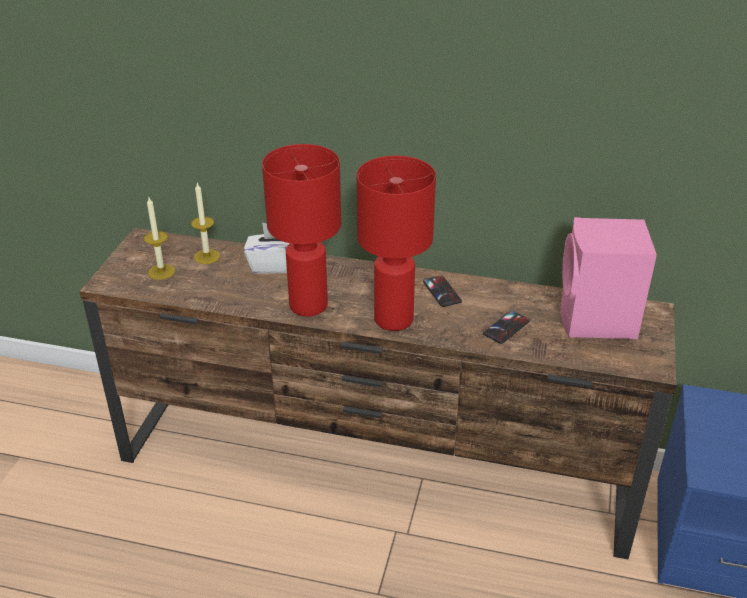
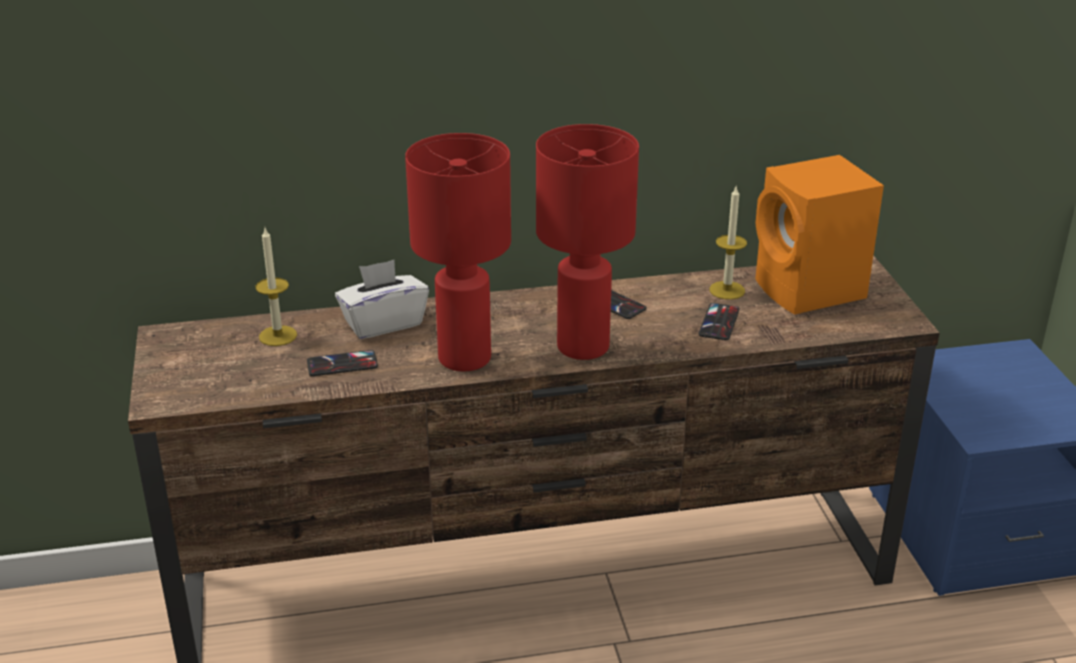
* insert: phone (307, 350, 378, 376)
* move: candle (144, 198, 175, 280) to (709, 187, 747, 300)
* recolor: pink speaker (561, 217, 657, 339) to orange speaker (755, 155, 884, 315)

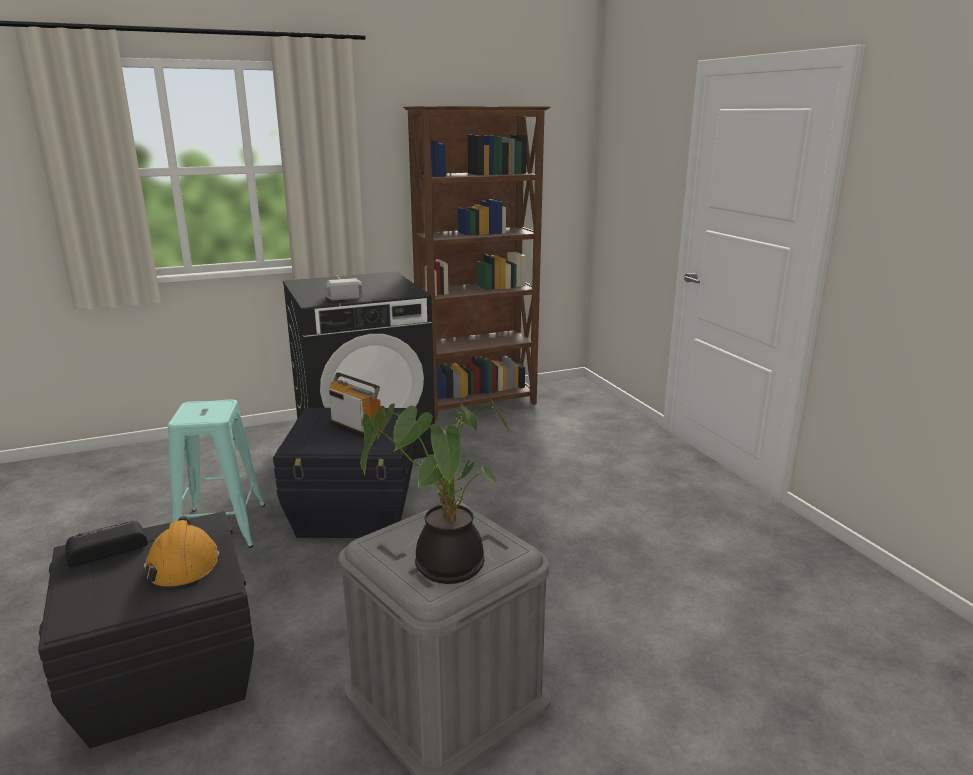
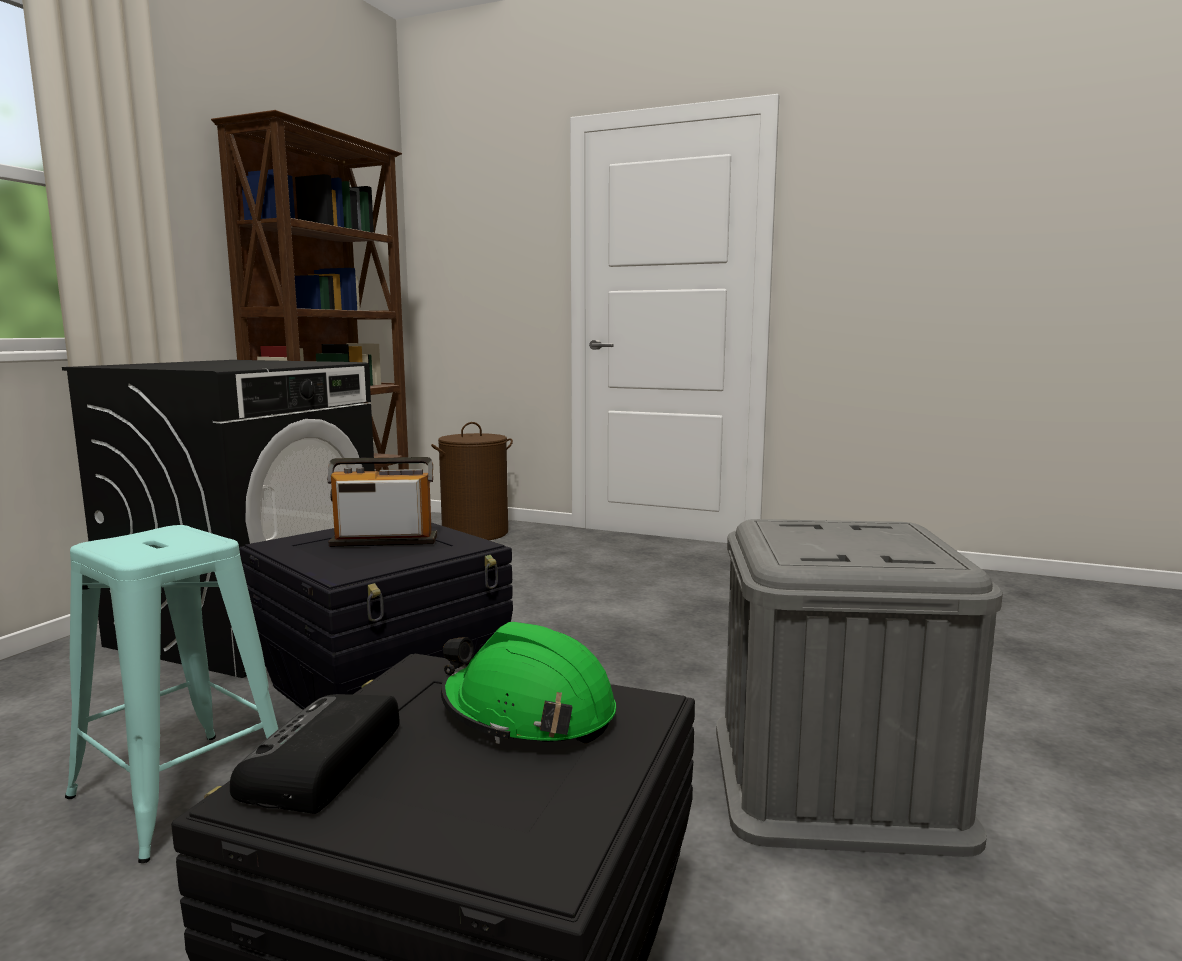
* insert: brown laundry basket (431, 422, 513, 540)
* recolor: orange hard hat (143, 516, 221, 590) to green hard hat (441, 622, 616, 744)
* delete: hammer (325, 276, 363, 301)
* delete: potted plant (360, 395, 511, 584)

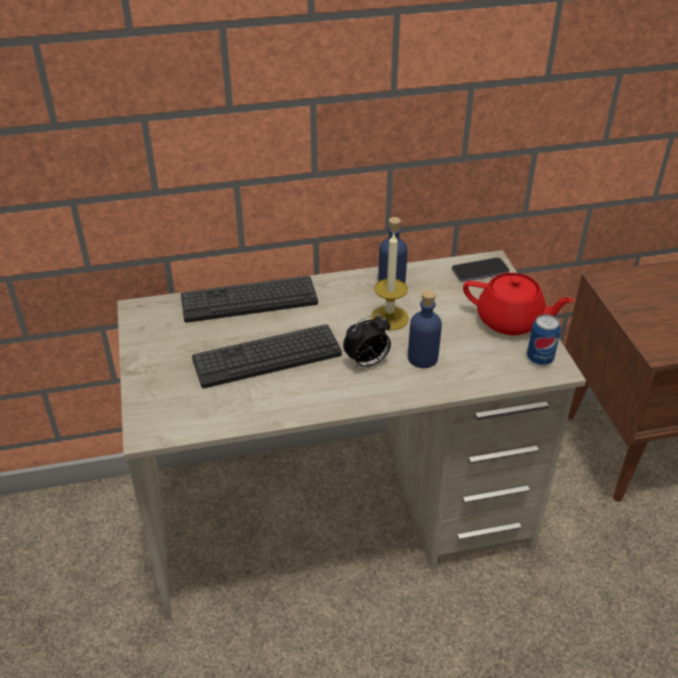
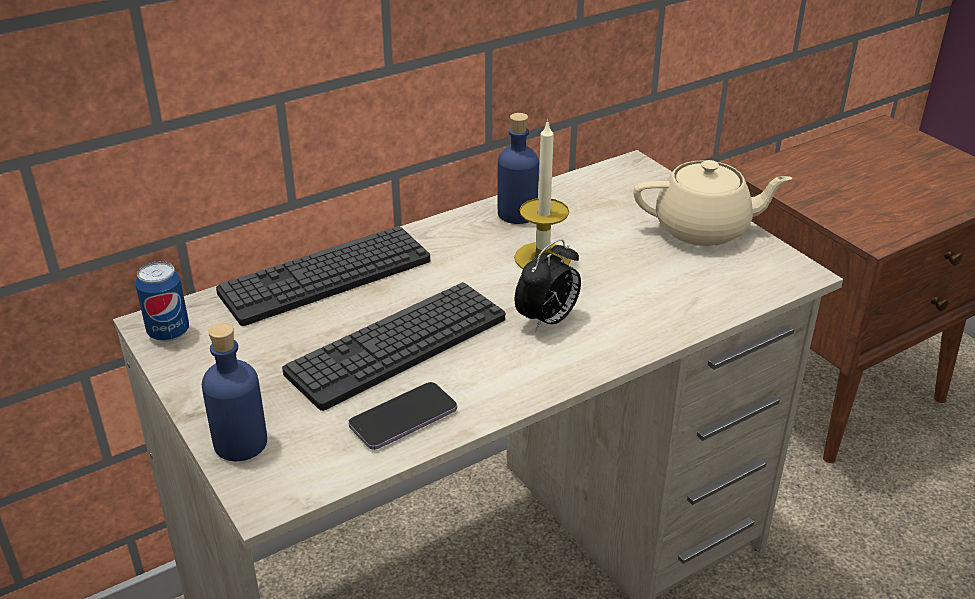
* move: can (527, 314, 561, 365) to (136, 261, 189, 342)
* move: blue bottle (408, 290, 442, 368) to (202, 323, 267, 461)
* move: phone (452, 257, 509, 282) to (348, 382, 457, 450)
* recolor: red teapot (463, 273, 575, 335) to beige teapot (633, 160, 792, 246)

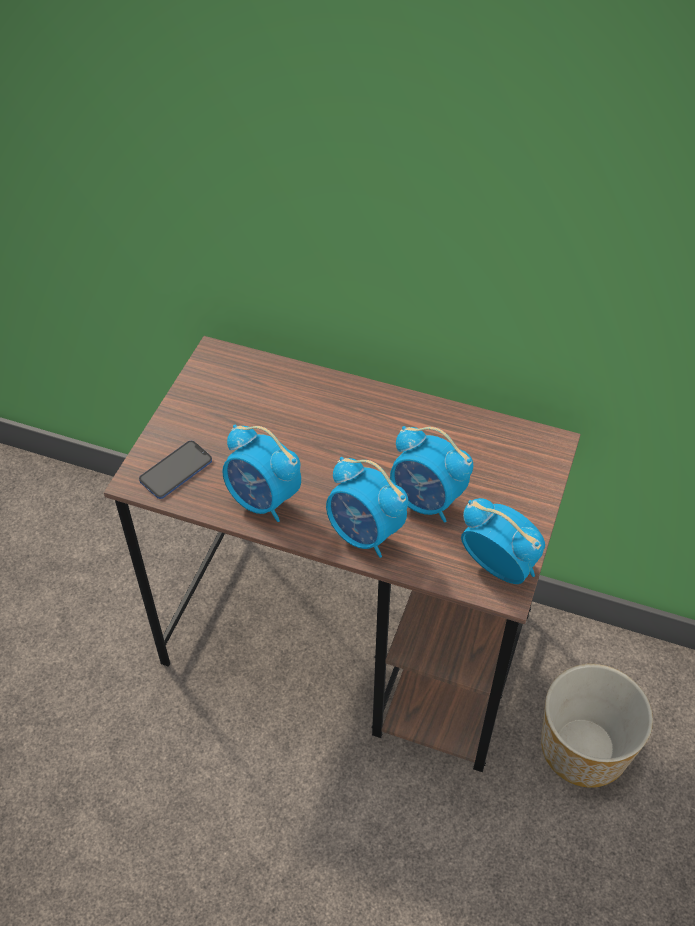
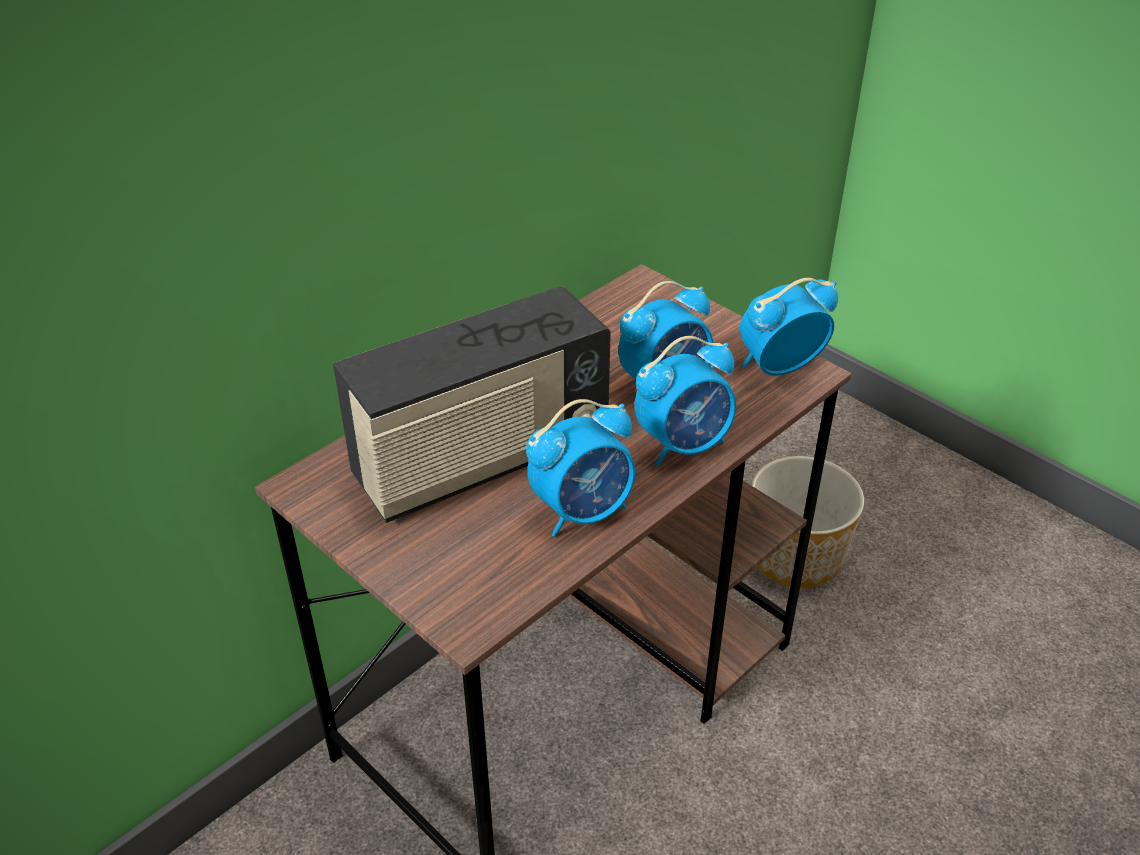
* insert: radio (333, 286, 611, 523)
* delete: phone (139, 441, 212, 499)

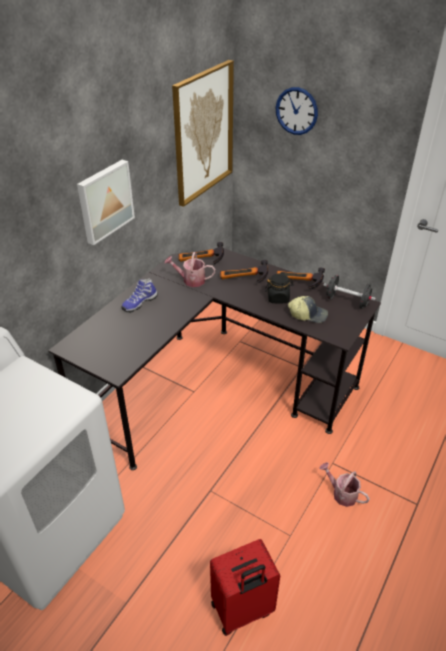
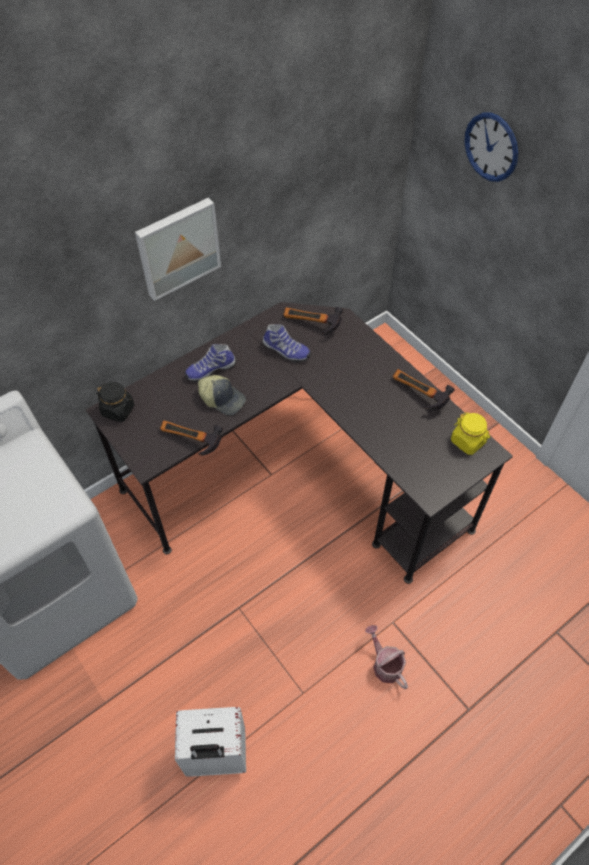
* move: black jar (265, 273, 294, 304) to (97, 382, 134, 422)
* move: hammer (220, 260, 268, 283) to (160, 420, 223, 456)
* recolor: red suitcase (210, 539, 280, 636) to white suitcase (175, 707, 246, 777)
* move: cap (288, 296, 328, 323) to (198, 375, 246, 415)
* replace: watering can (164, 252, 215, 287) to shoe (263, 324, 311, 363)
* replace: black dumbbell (323, 275, 376, 309) to yellow jar (451, 412, 490, 455)
* delete: picture (172, 60, 234, 207)

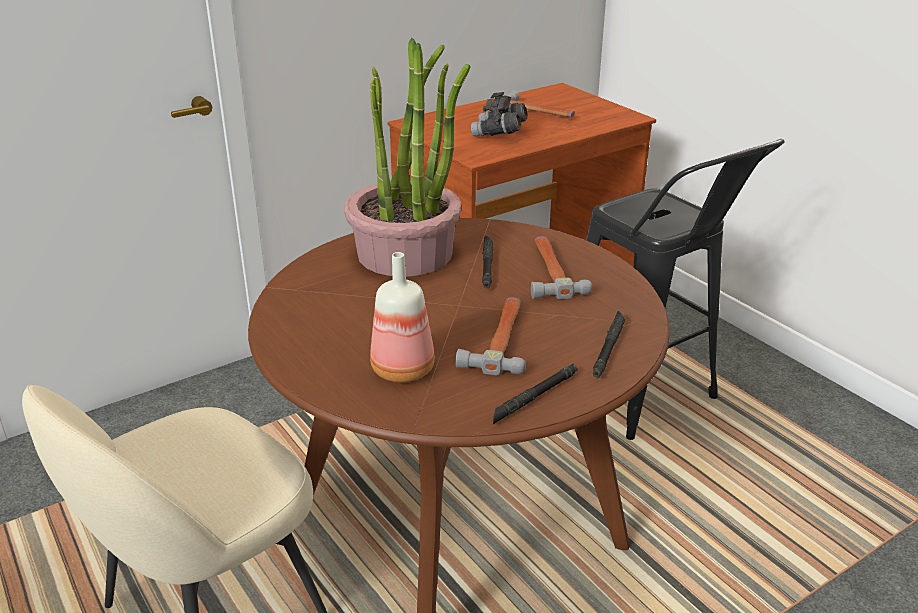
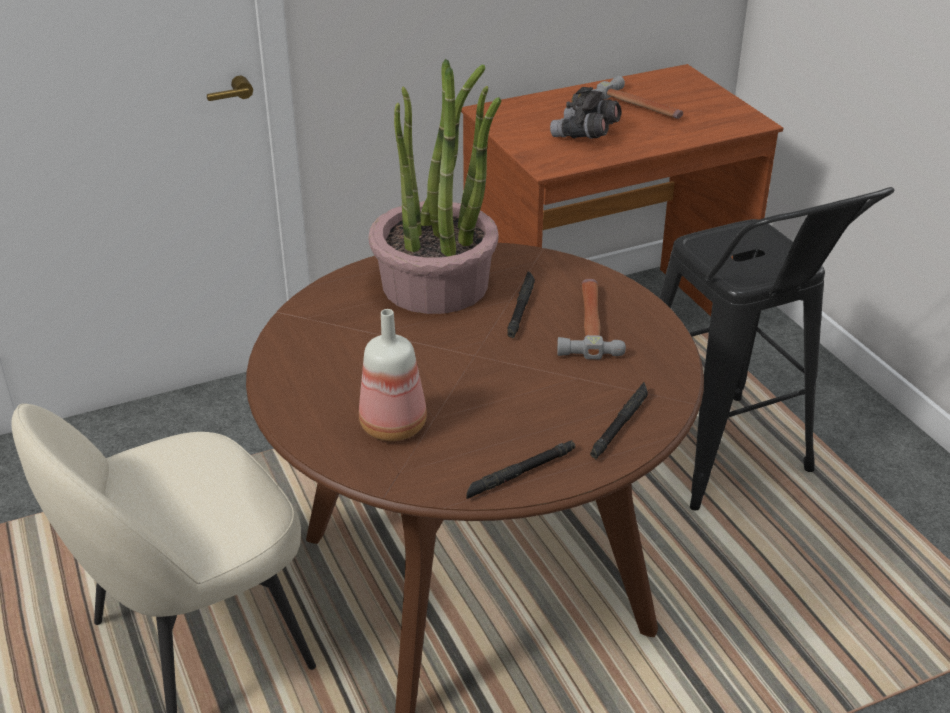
* delete: hammer (455, 297, 526, 375)

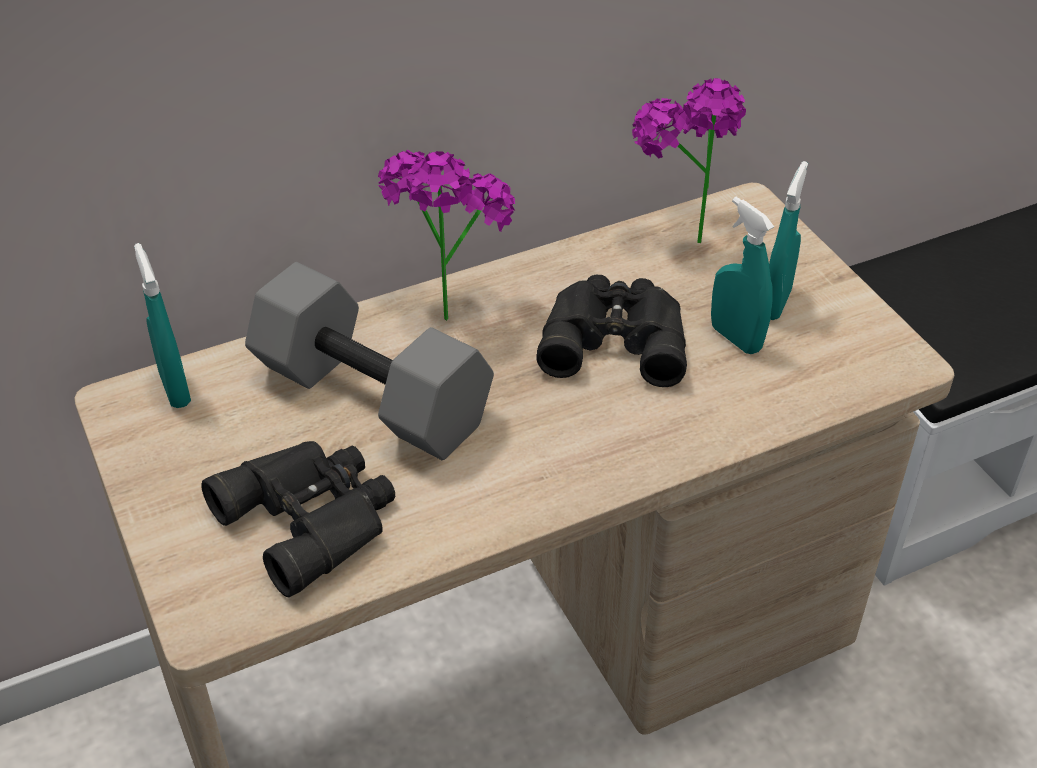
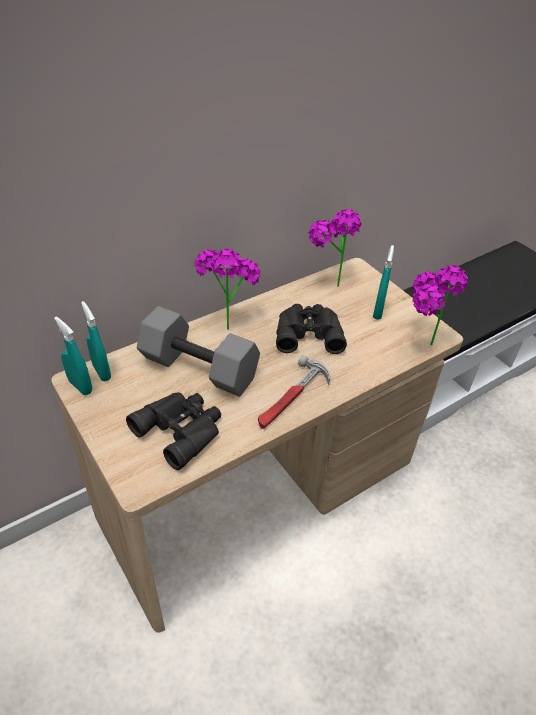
* move: turquoise spray bottle (711, 197, 774, 354) to (54, 316, 92, 395)
* insert: hammer (258, 355, 330, 429)
* insert: potted plant (412, 265, 468, 345)

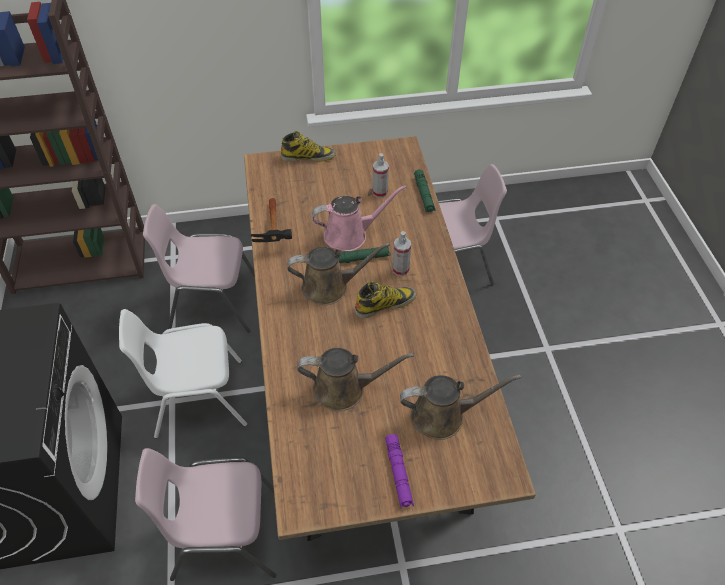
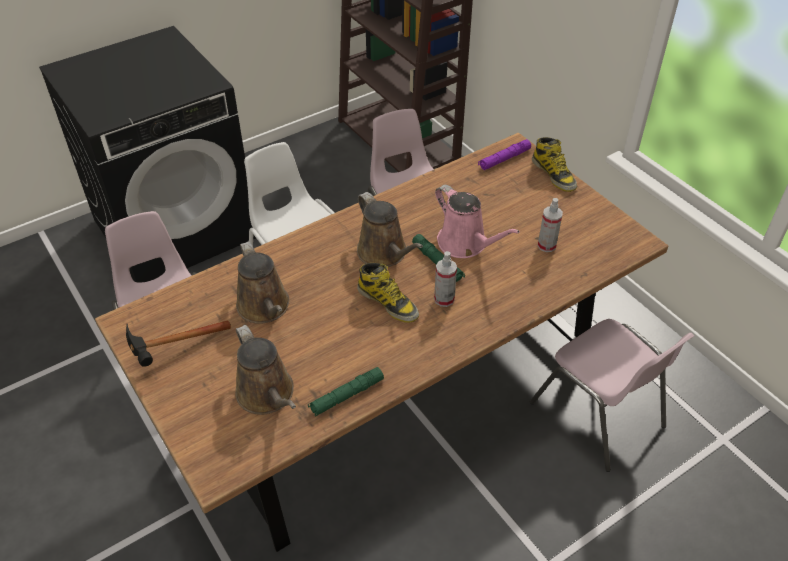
* move: hammer (251, 198, 292, 242) to (126, 321, 231, 367)
* move: green flashlight (414, 169, 435, 212) to (308, 367, 384, 416)
* move: purple flashlight (385, 434, 414, 508) to (478, 139, 531, 170)

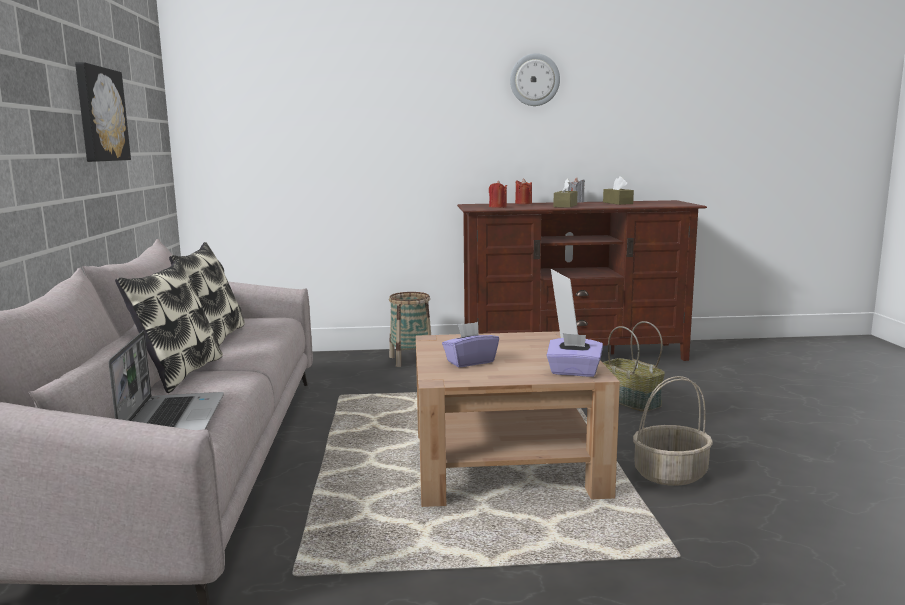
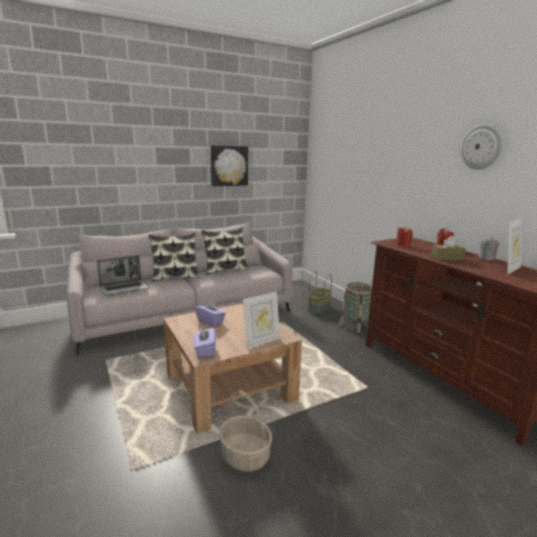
* move: basket (602, 321, 665, 412) to (308, 271, 332, 314)
* replace: brown tissue box (603, 176, 634, 205) to picture frame (507, 219, 522, 275)

